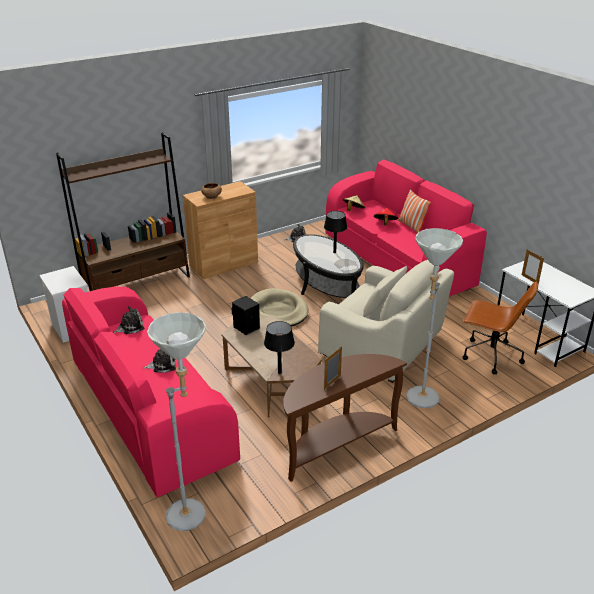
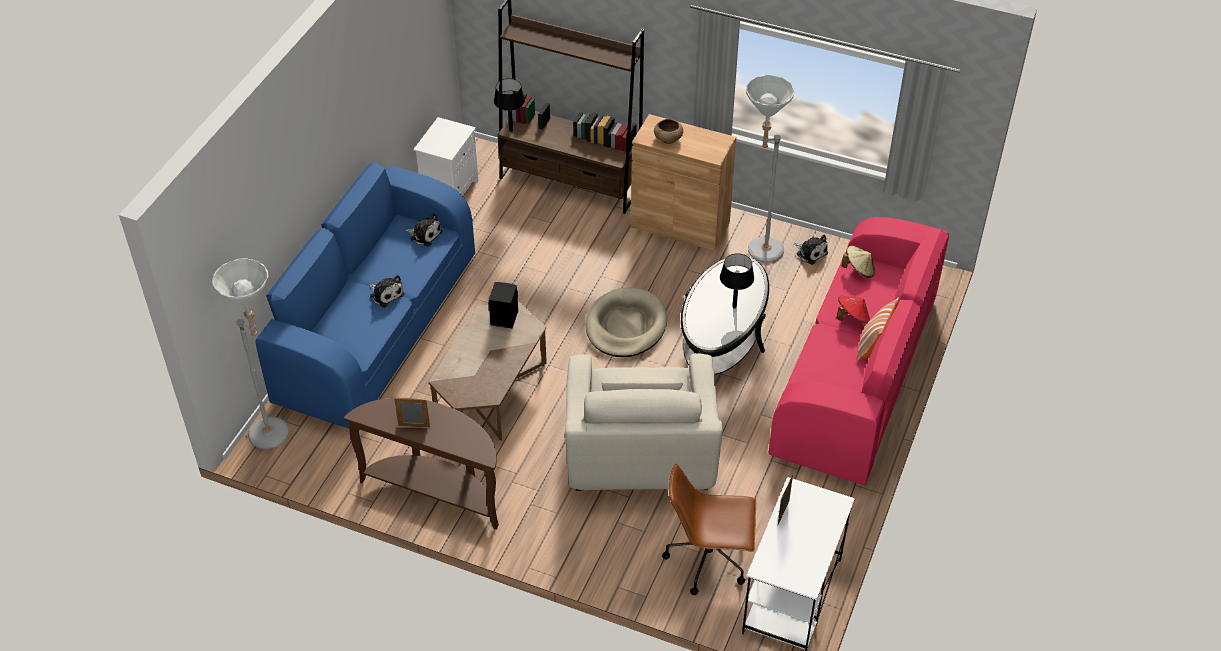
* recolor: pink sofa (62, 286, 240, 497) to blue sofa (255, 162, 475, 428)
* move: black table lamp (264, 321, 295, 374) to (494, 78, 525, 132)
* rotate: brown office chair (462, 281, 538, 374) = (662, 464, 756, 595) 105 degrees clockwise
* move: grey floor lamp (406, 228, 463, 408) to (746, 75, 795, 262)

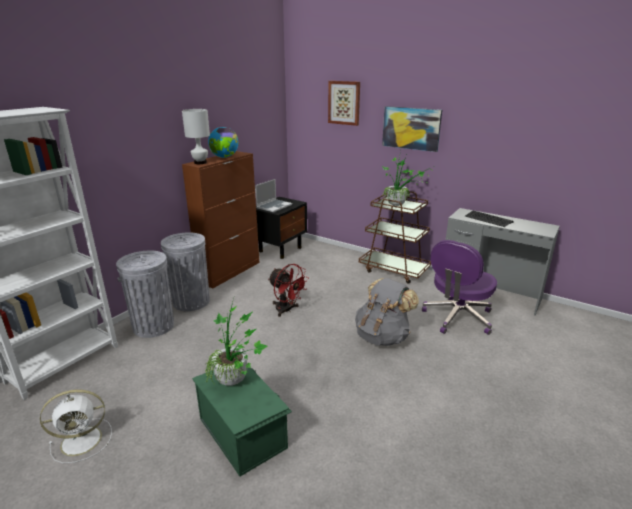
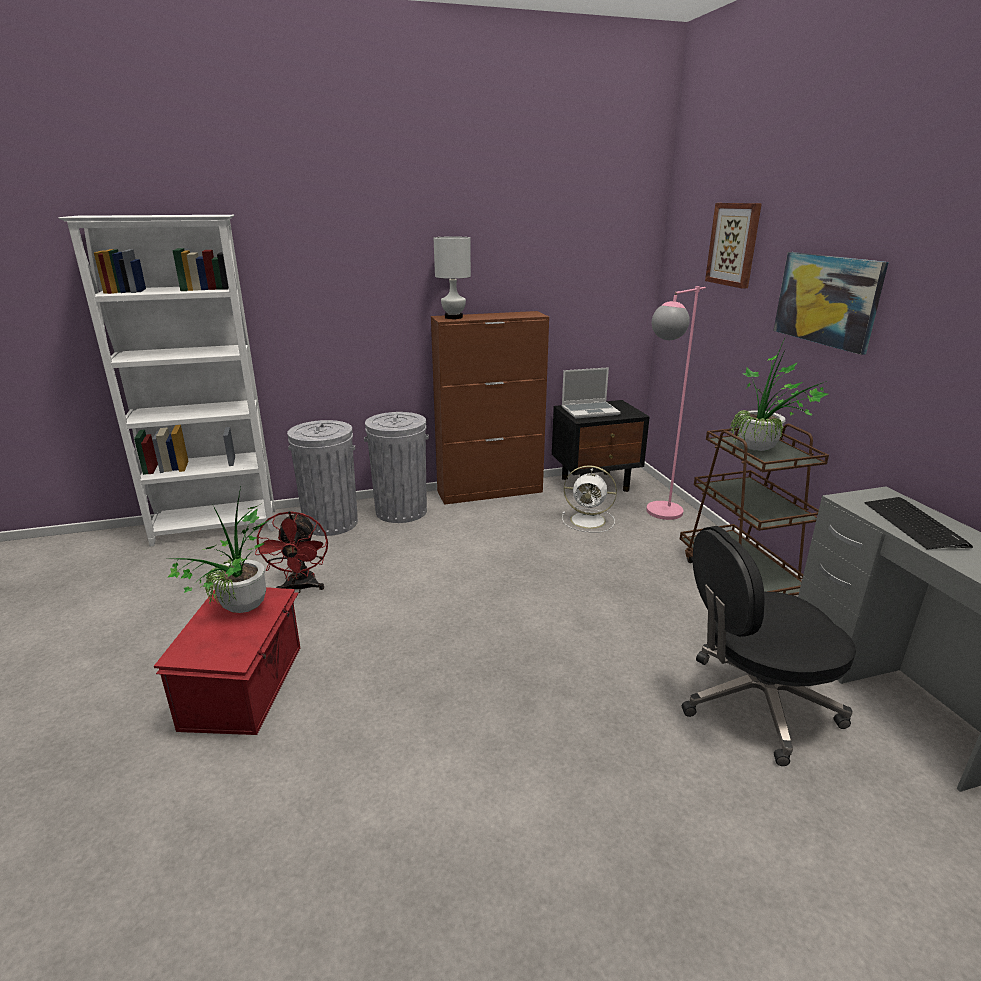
* recolor: green storage box (192, 368, 292, 476) to red storage box (154, 587, 300, 735)
* move: red fan (268, 264, 309, 317) to (255, 511, 328, 593)
* move: white fan (40, 390, 112, 463) to (562, 465, 617, 533)
* insert: pink floor lamp (646, 286, 706, 520)
* recolor: purple office chair (422, 240, 497, 335) to black office chair (682, 526, 856, 766)
* delete: globe (208, 127, 239, 158)
* delete: grey backpack (355, 278, 419, 346)

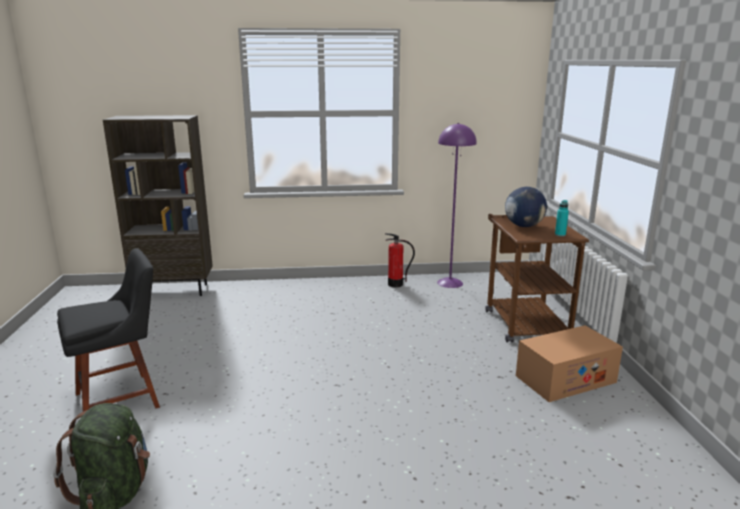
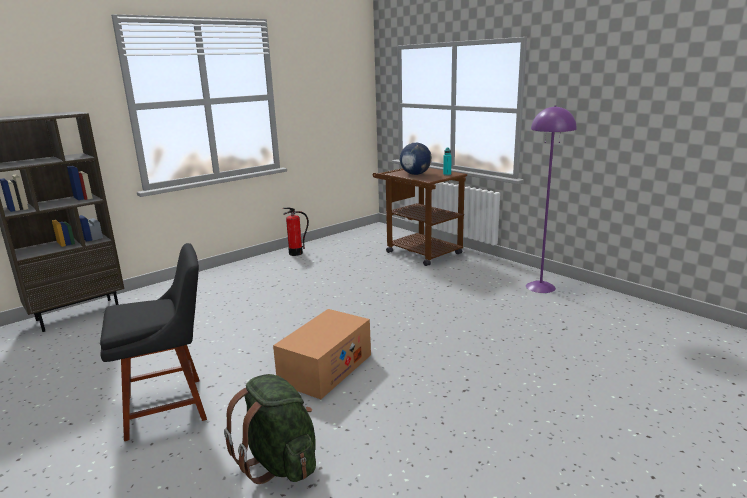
* rotate: black chair (57, 248, 160, 412) = (100, 243, 207, 441) 45 degrees clockwise
* move: cardboard box (516, 325, 623, 402) to (273, 309, 371, 399)
* move: purple floor lamp (437, 123, 477, 288) to (526, 105, 576, 293)

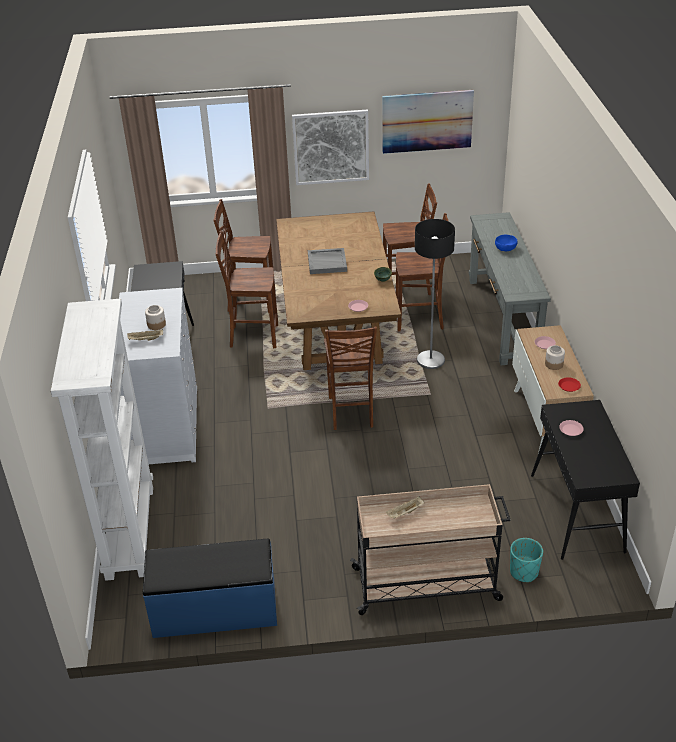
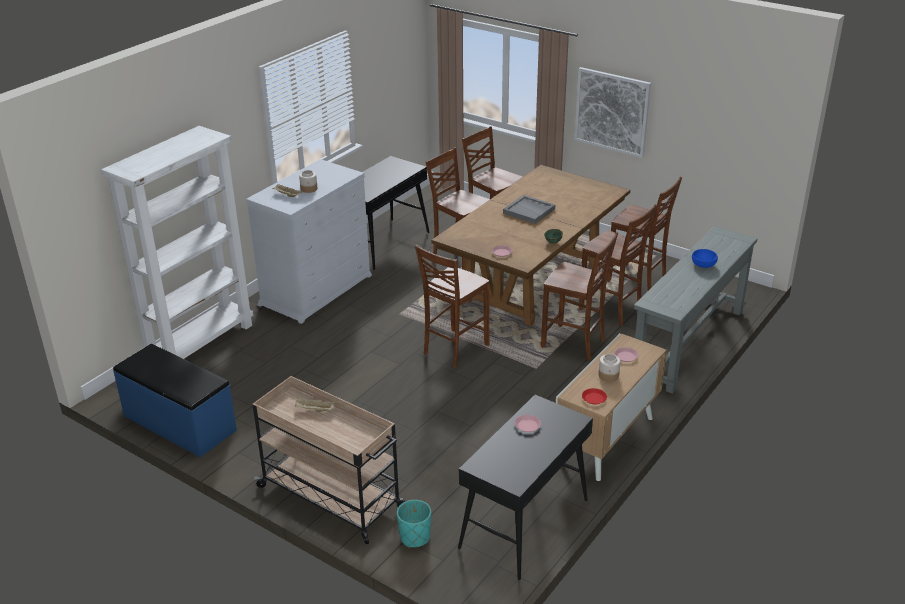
* replace: floor lamp (415, 219, 455, 369) to brown chair (541, 232, 618, 361)
* delete: picture (382, 90, 474, 154)

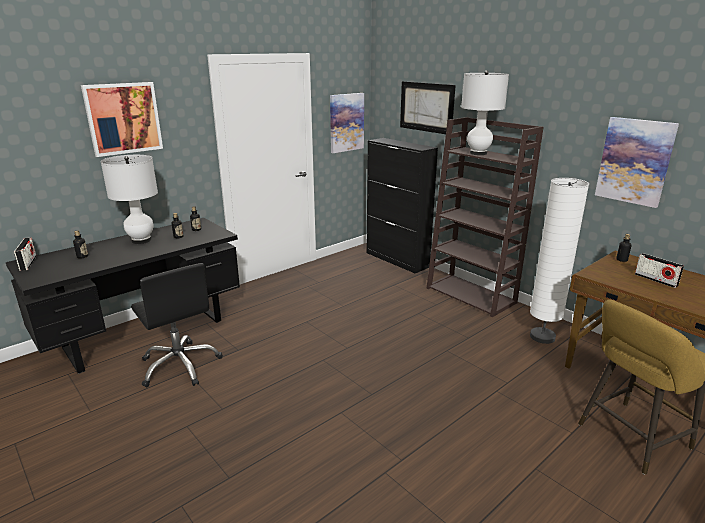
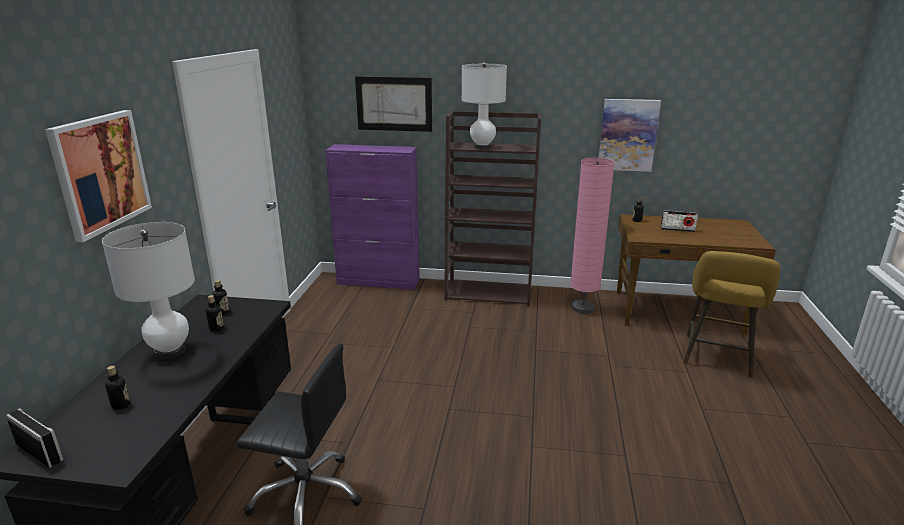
* recolor: black cabinet (366, 138, 438, 273) to purple cabinet (325, 144, 420, 290)
* recolor: white floor lamp (530, 178, 589, 344) to pink floor lamp (570, 158, 615, 314)
* delete: picture (330, 93, 364, 153)

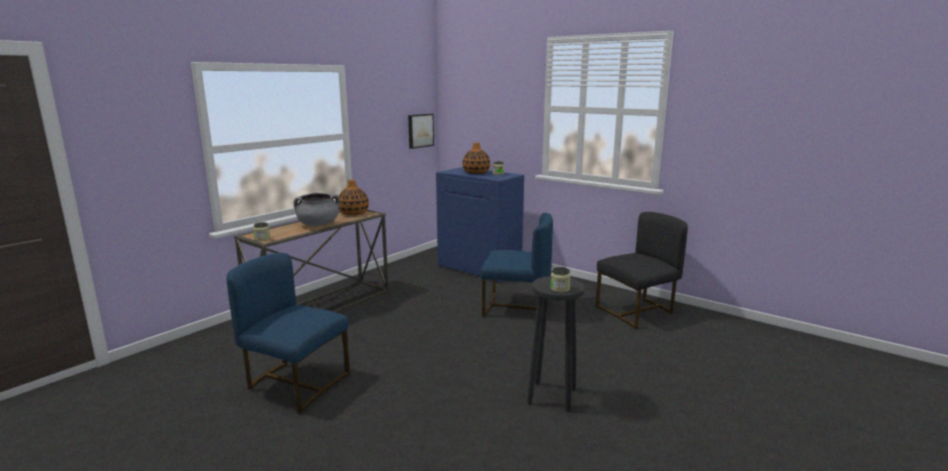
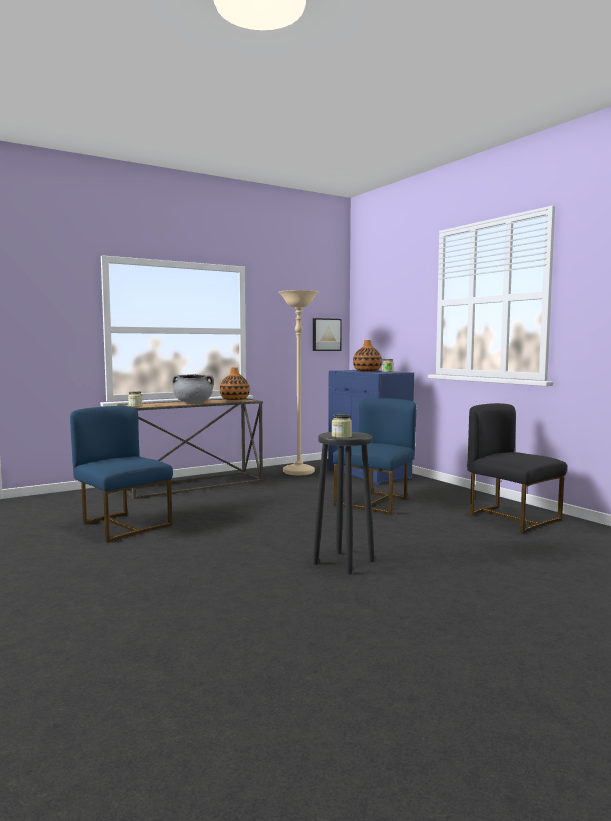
* insert: beige floor lamp (278, 290, 320, 475)
* rotate: blue chair (480, 213, 553, 317) = (332, 398, 416, 515) 90 degrees counterclockwise
* rotate: black chair (596, 212, 688, 329) = (467, 403, 567, 534) 120 degrees counterclockwise

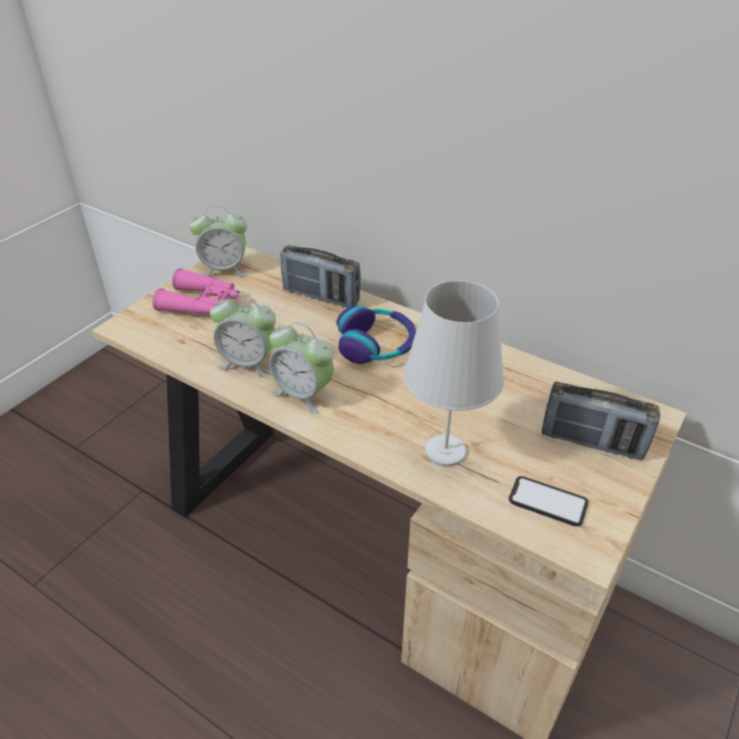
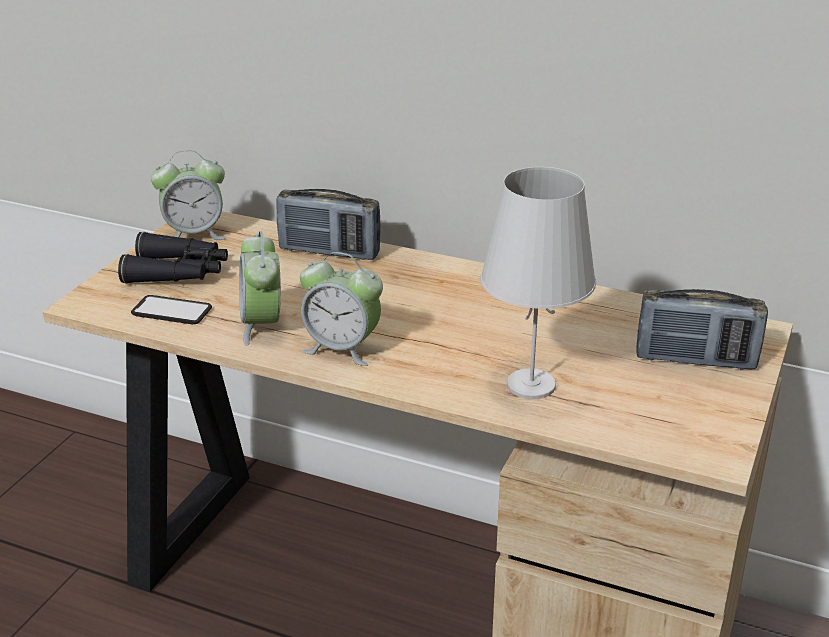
* recolor: pink binoculars (152, 268, 240, 314) to black binoculars (118, 232, 228, 284)
* move: phone (509, 476, 589, 526) to (131, 295, 212, 324)
* rotate: alarm clock (210, 293, 276, 377) = (239, 231, 281, 345) 75 degrees clockwise
* delete: headphones (337, 306, 416, 364)

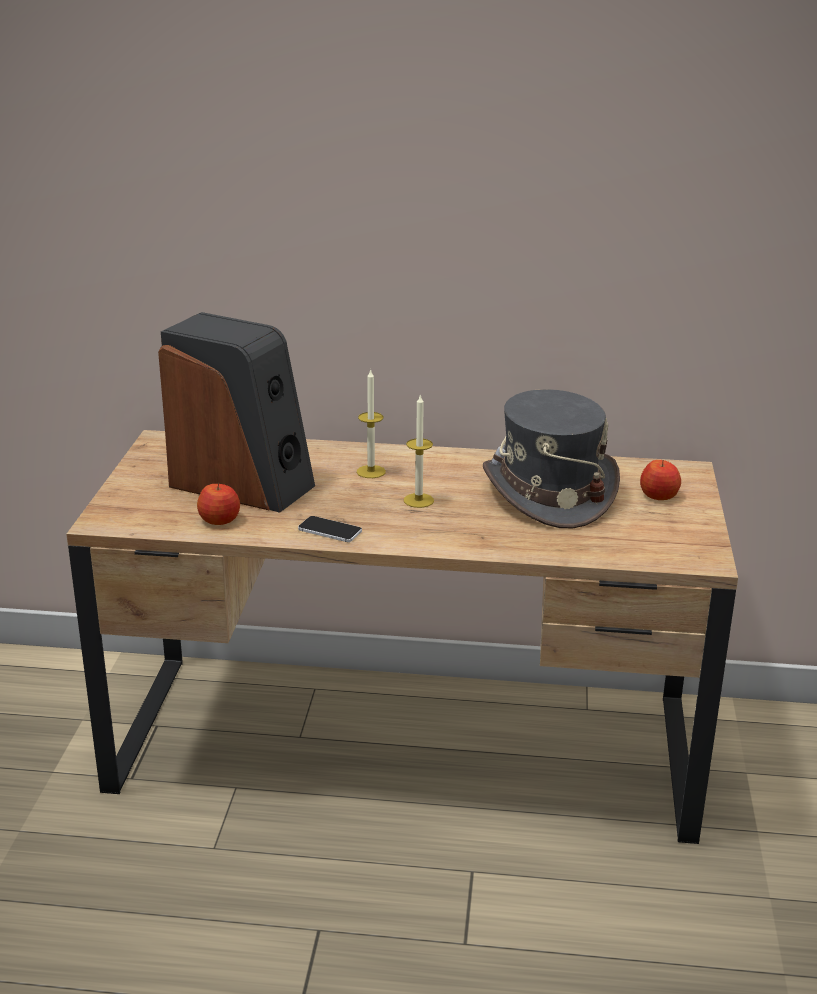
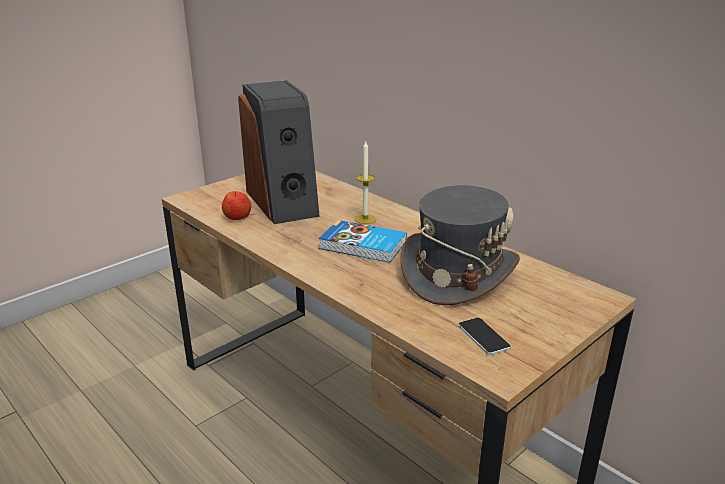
* replace: candle (404, 394, 434, 508) to book (319, 220, 407, 263)
* move: phone (298, 516, 362, 542) to (458, 318, 511, 355)
* delete: apple (640, 460, 681, 500)

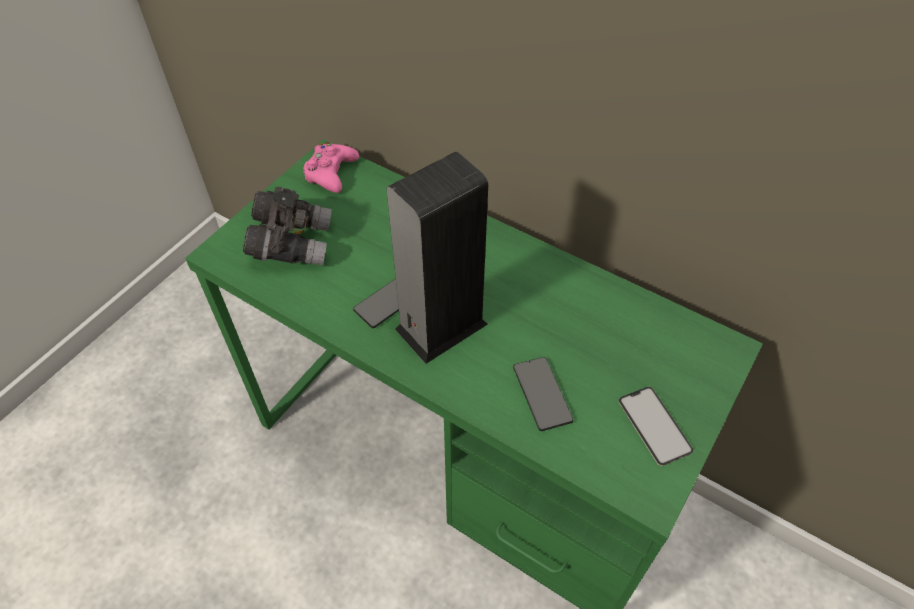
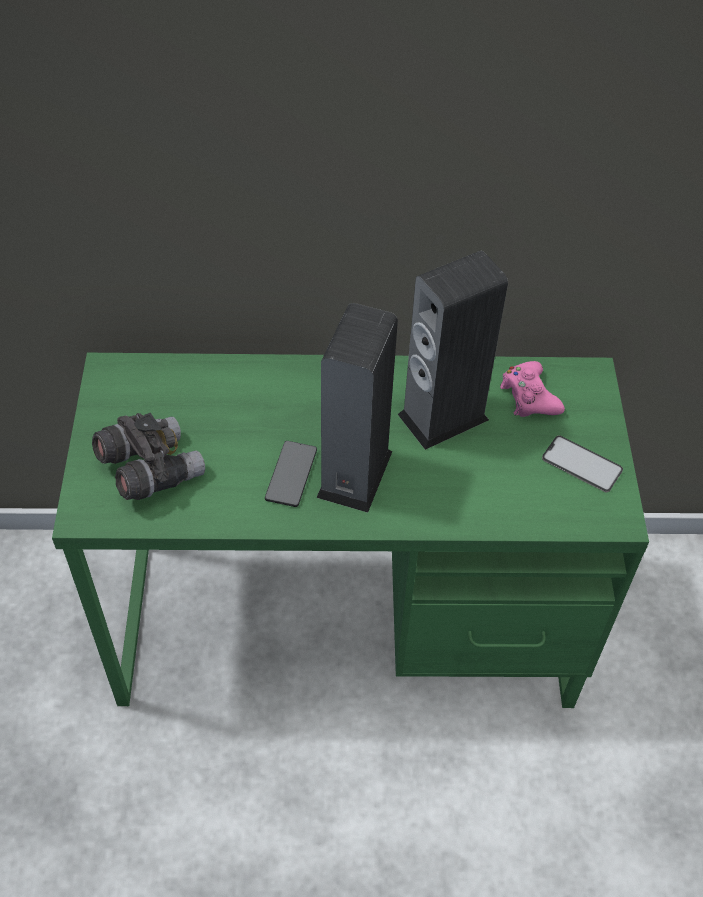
* insert: speaker (398, 251, 508, 450)
* move: pink game controller (303, 142, 359, 193) to (500, 361, 565, 417)
* delete: phone (513, 357, 573, 431)

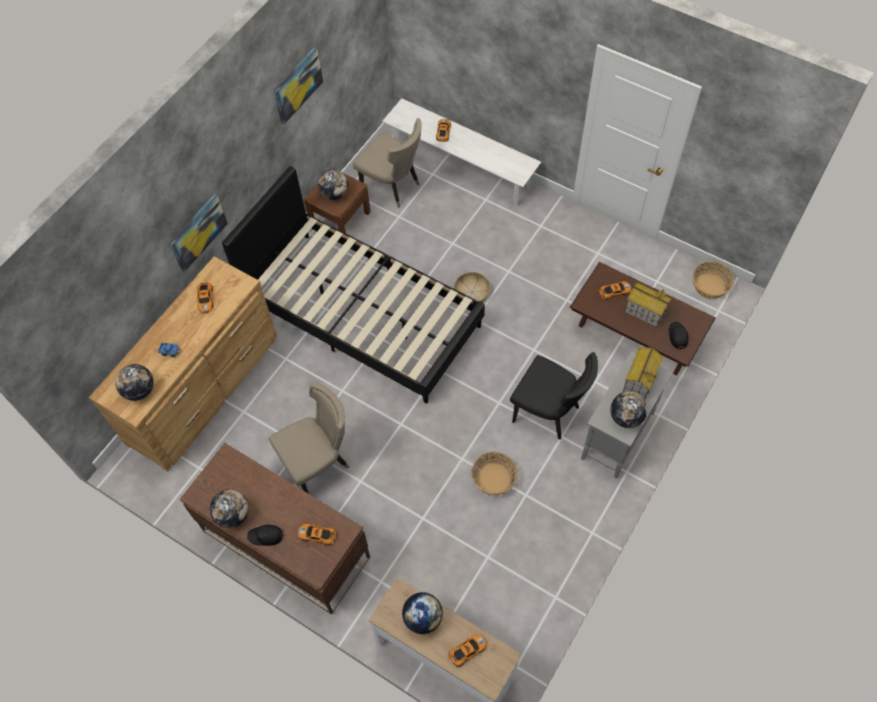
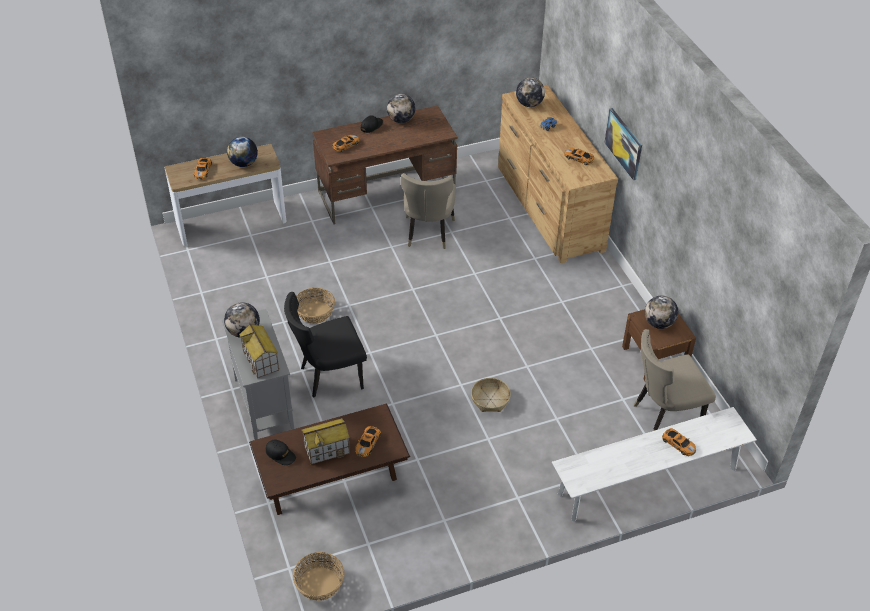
* delete: black bed (222, 166, 485, 403)
* delete: picture (274, 48, 323, 125)

